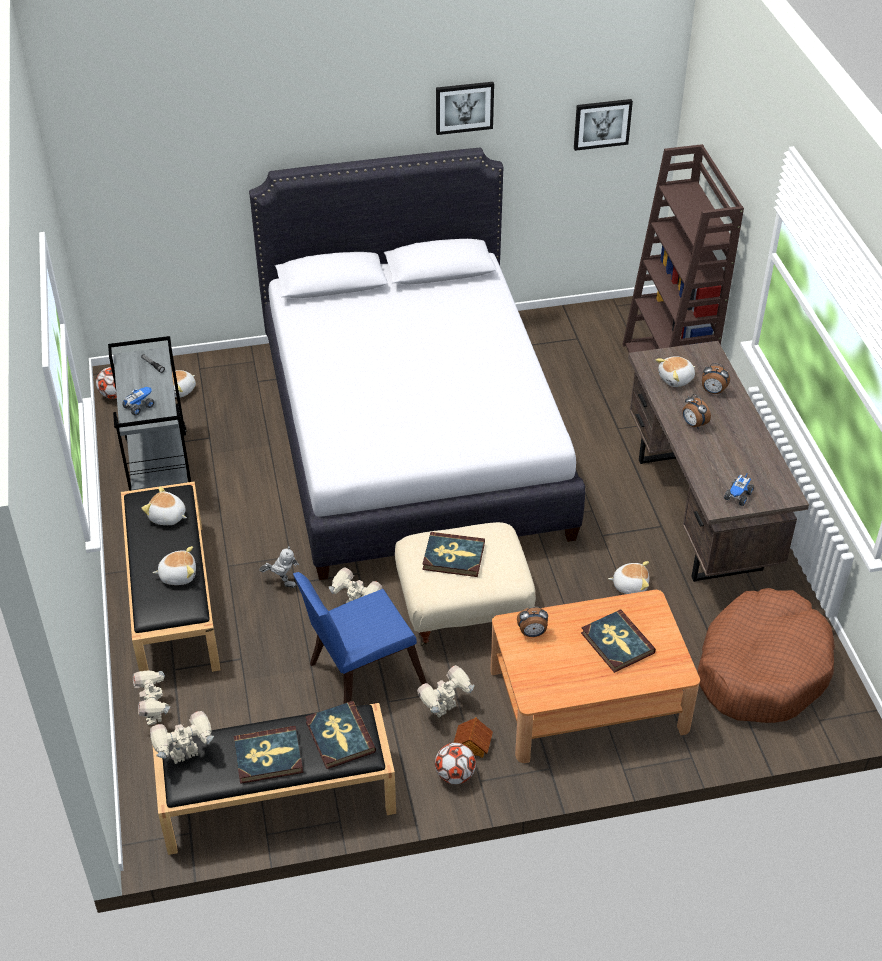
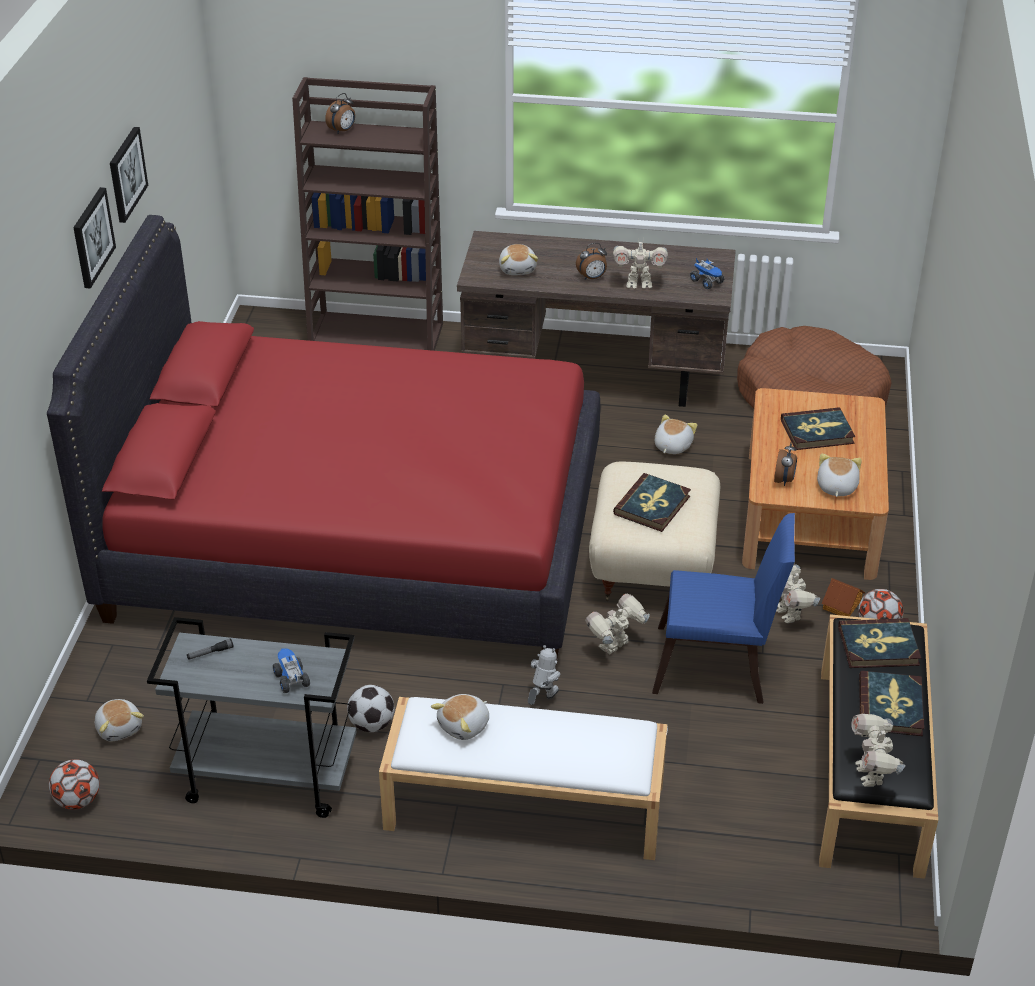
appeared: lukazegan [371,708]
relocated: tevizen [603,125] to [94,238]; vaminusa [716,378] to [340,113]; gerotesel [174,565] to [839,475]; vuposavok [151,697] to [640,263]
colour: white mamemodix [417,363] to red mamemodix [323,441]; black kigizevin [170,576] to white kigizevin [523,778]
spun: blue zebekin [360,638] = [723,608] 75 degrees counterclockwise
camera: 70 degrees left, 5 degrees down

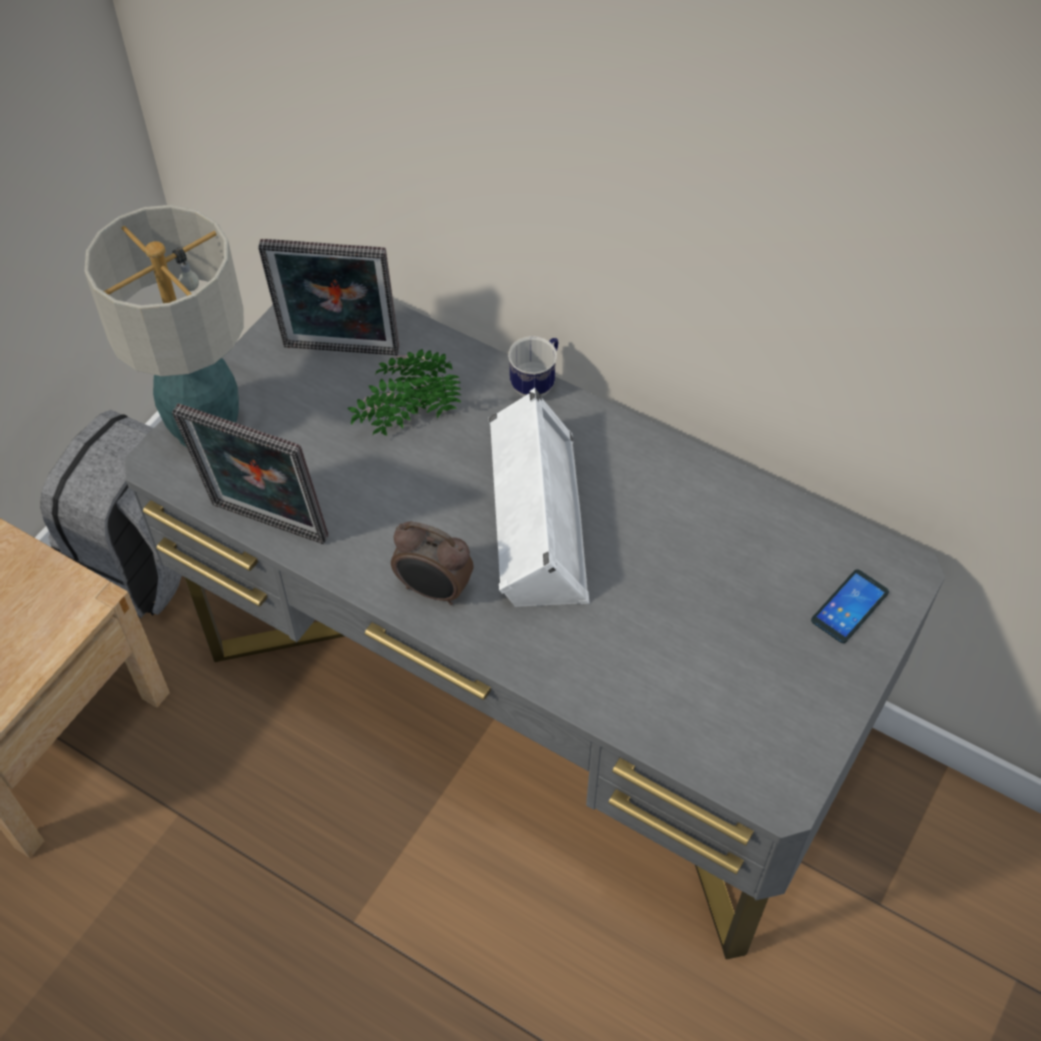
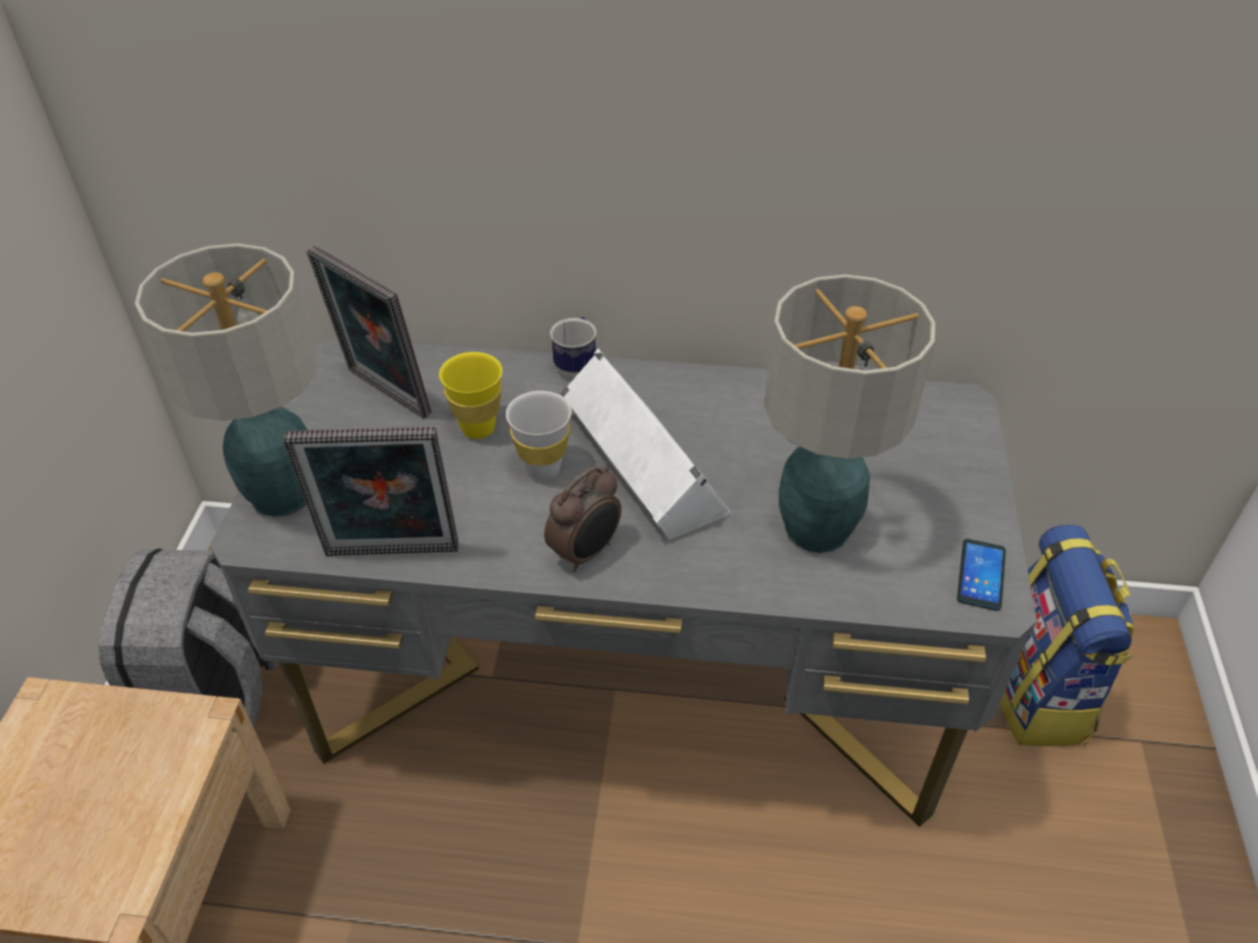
appeared: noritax [850,413]; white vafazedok [538,435]; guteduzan [1067,635]
relocated: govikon [850,606] to [981,575]
exchanged: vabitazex [404,392] to yellow vafazedok [470,395]
spun: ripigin [328,297] = [369,332] 60 degrees clockwise; vaminusa [432,563] = [582,519] 45 degrees counterclockwise
camera: 25 degrees left, 10 degrees down

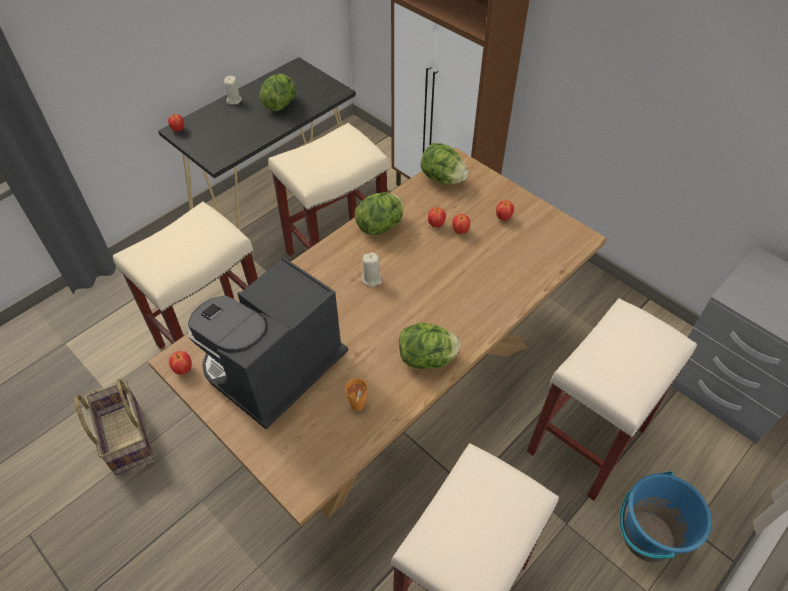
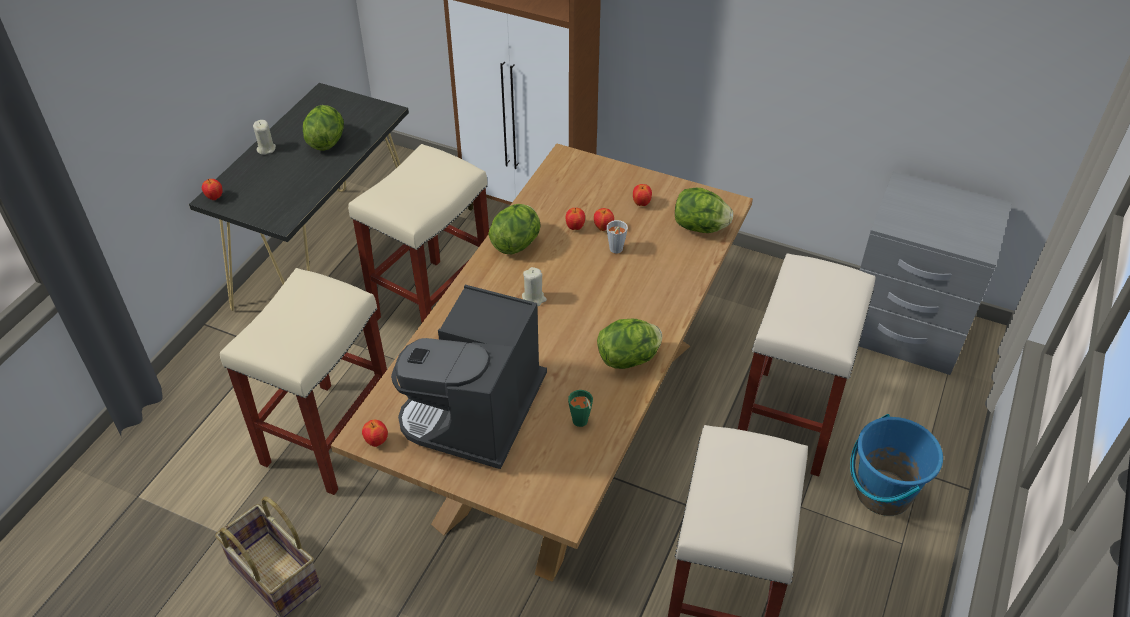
appeared: grey vafazedok [617,237]
relocated: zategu [444,164] to [704,210]
colour: orange vafazedok [356,394] to green vafazedok [580,408]
camera: 20 degrees left, 5 degrees down

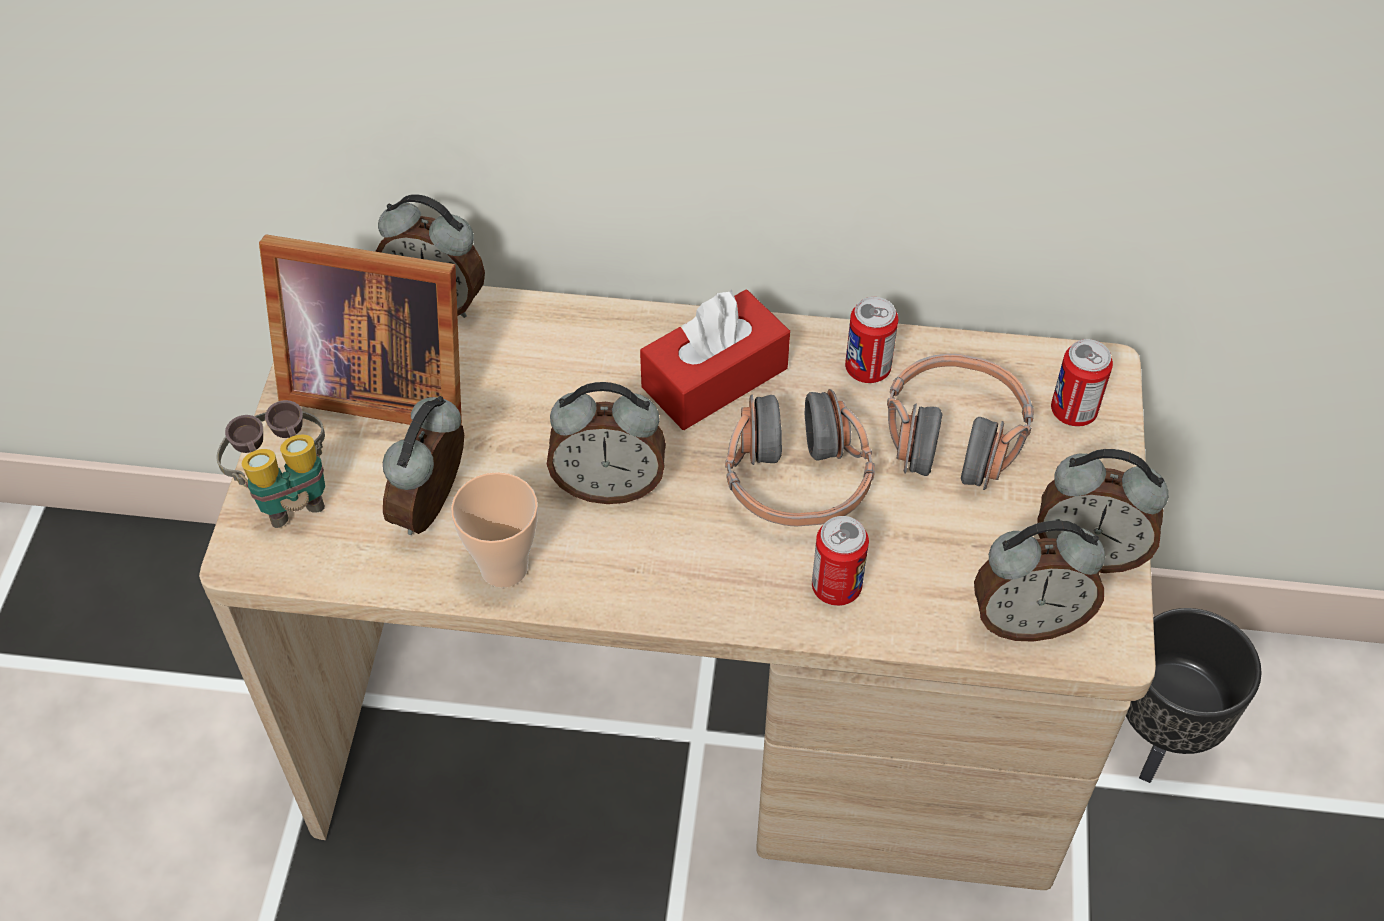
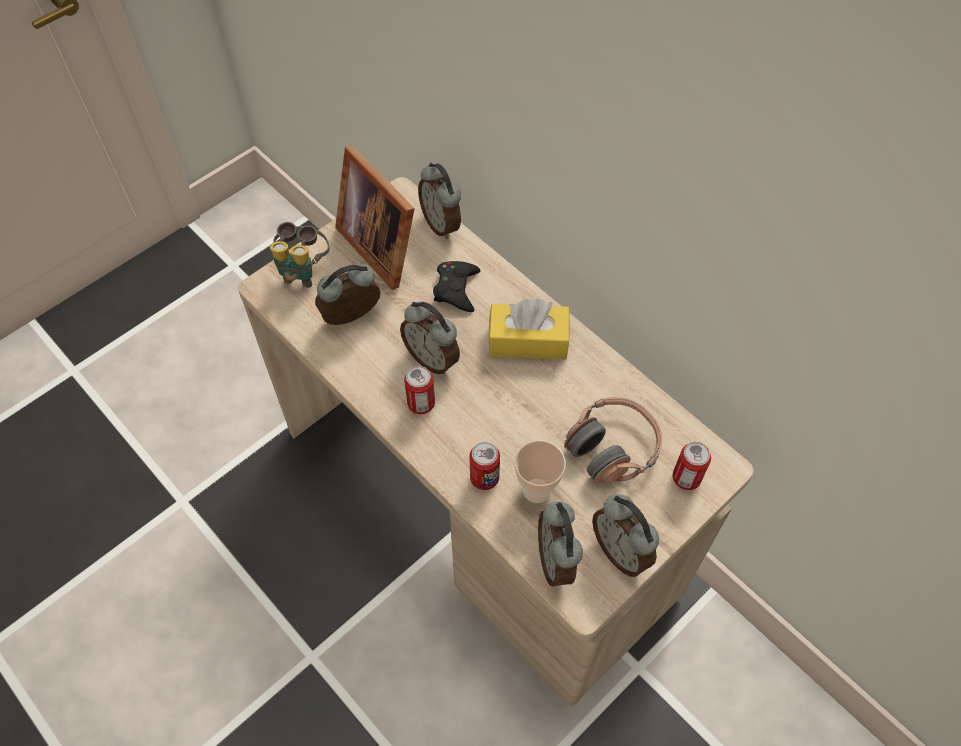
missing: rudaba [800,457]; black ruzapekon [1194,695]
appeared: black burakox [456,286]
relocated: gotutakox [871,340] to [419,390]; vafazedok [494,530] to [540,471]
colour: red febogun [715,359] to yellow febogun [528,329]
spun: vaminusa [1039,581] = [560,544] 45 degrees clockwise
camera: 40 degrees right, 5 degrees up

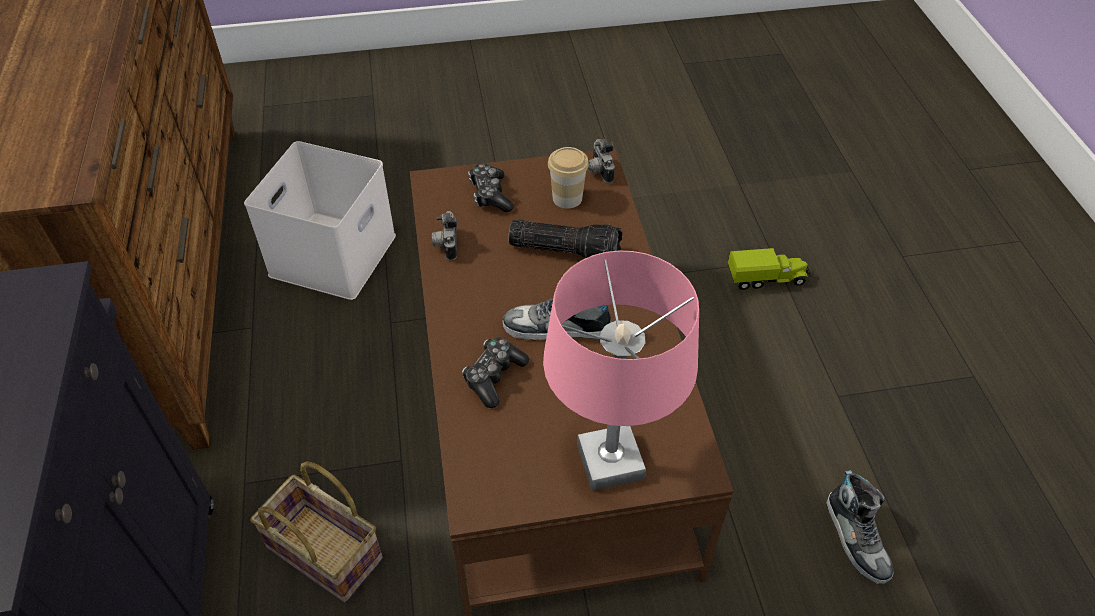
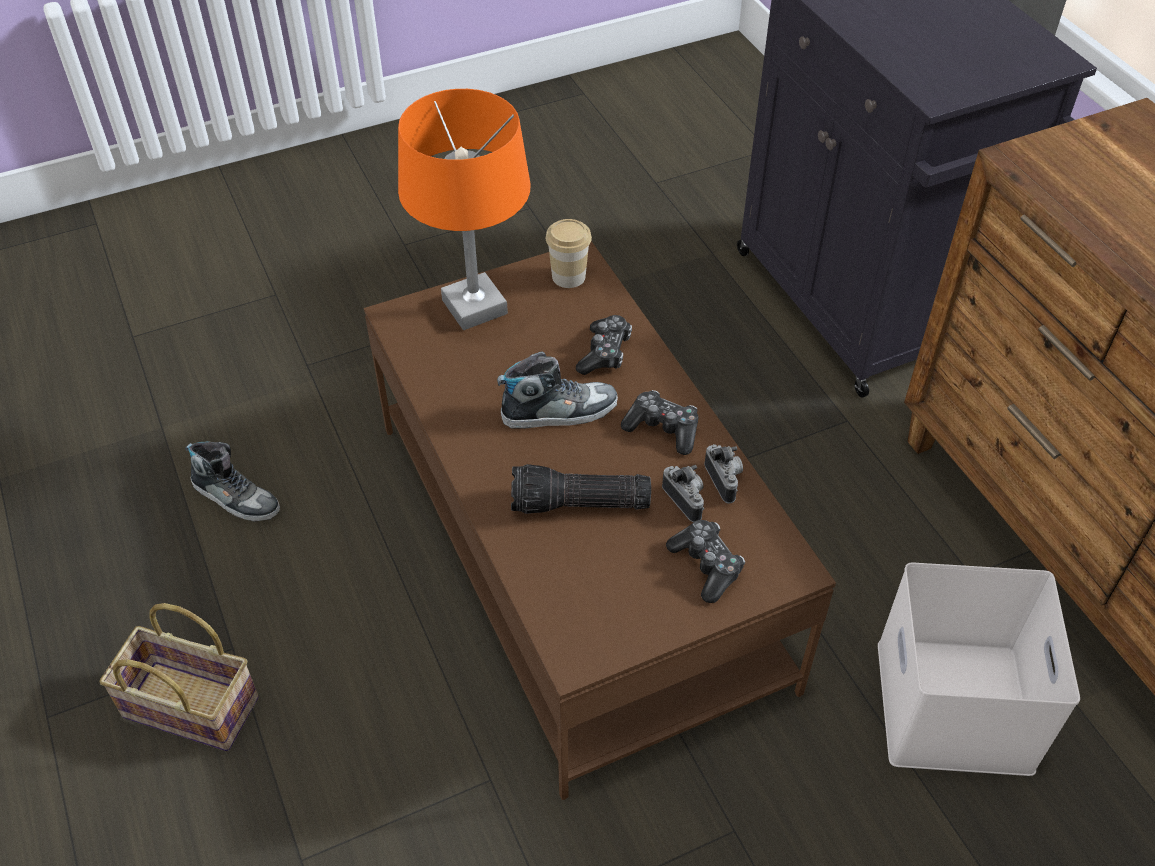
missing: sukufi [770,269]
appeared: burakox [659,422]
relocated: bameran [601,161] to [683,493]; vafazedok [568,178] to [569,253]; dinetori [316,532] to [179,677]
colour: pink noritax [621,370] to orange noritax [464,209]
spun: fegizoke [859,527] = [232,481] 150 degrees clockwise
camera: 165 degrees right, 0 degrees up

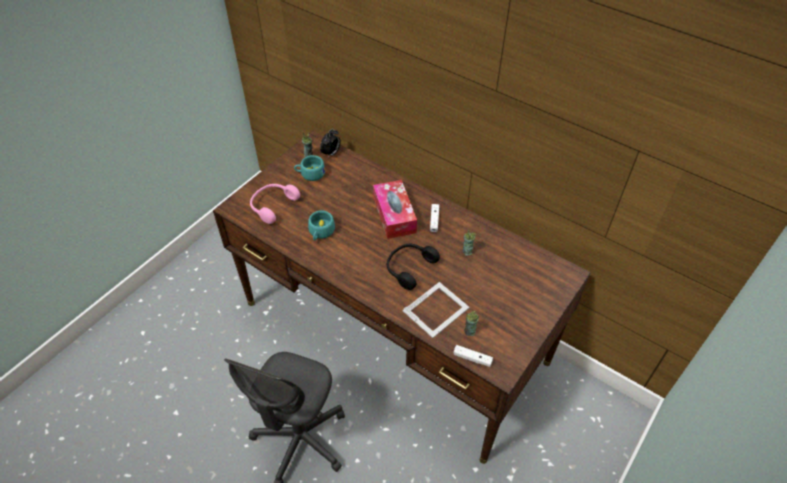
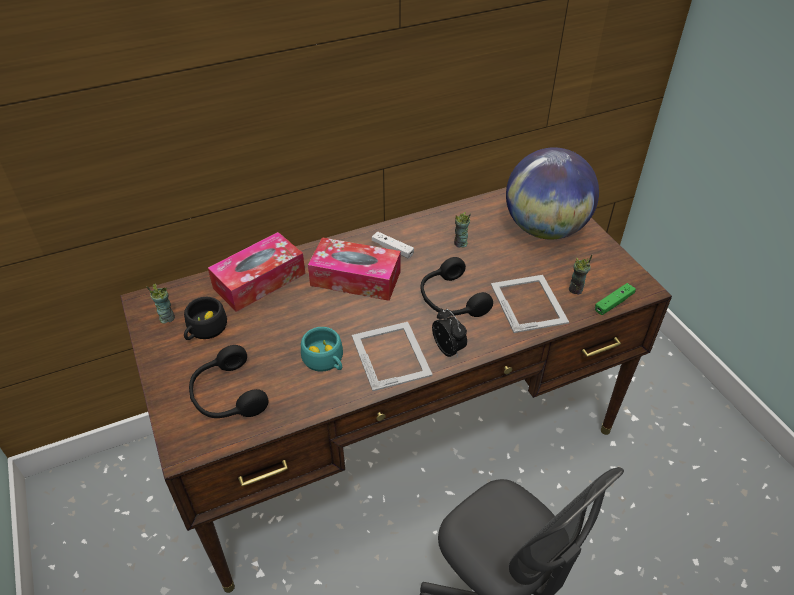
appeared: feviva [552,193]; febogun [256,272]; ripigin [392,356]
relocated: vaminusa [330,143] to [449,333]
colour: turquoise vafazedok [309,168] to black vafazedok [205,318]; pink rudaba [275,204] to black rudaba [229,381]; white burakox [473,356] to green burakox [615,299]
camera: 60 degrees left, 5 degrees down

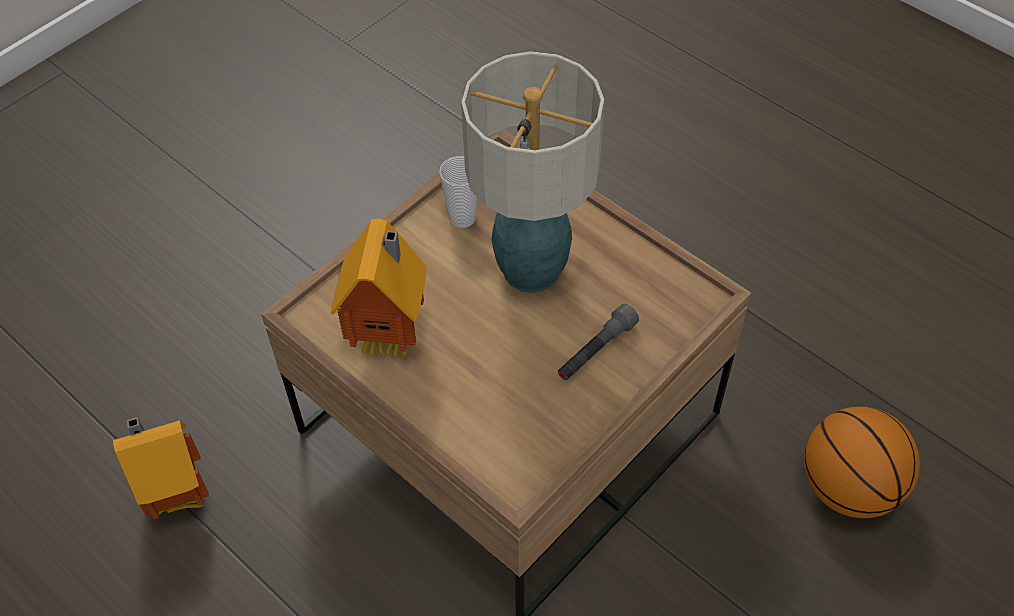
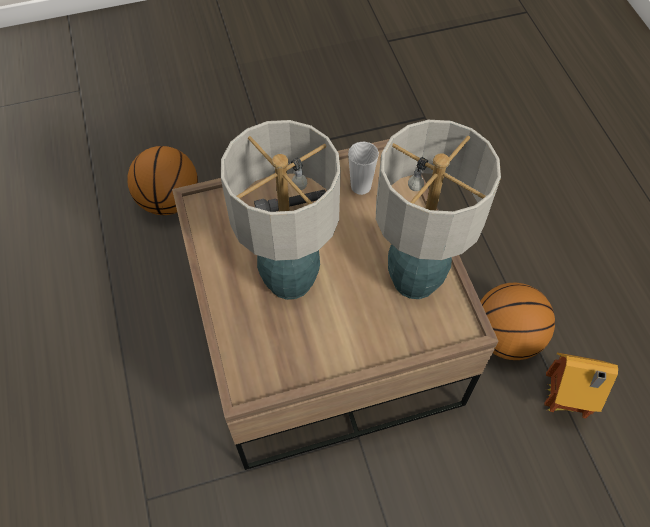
appeared: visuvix [517,321]
relocated: vafazedok [458,192] to [363,168]
exchanged: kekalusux [378,288] to noritax [438,209]
camera: 150 degrees left, 5 degrees up

